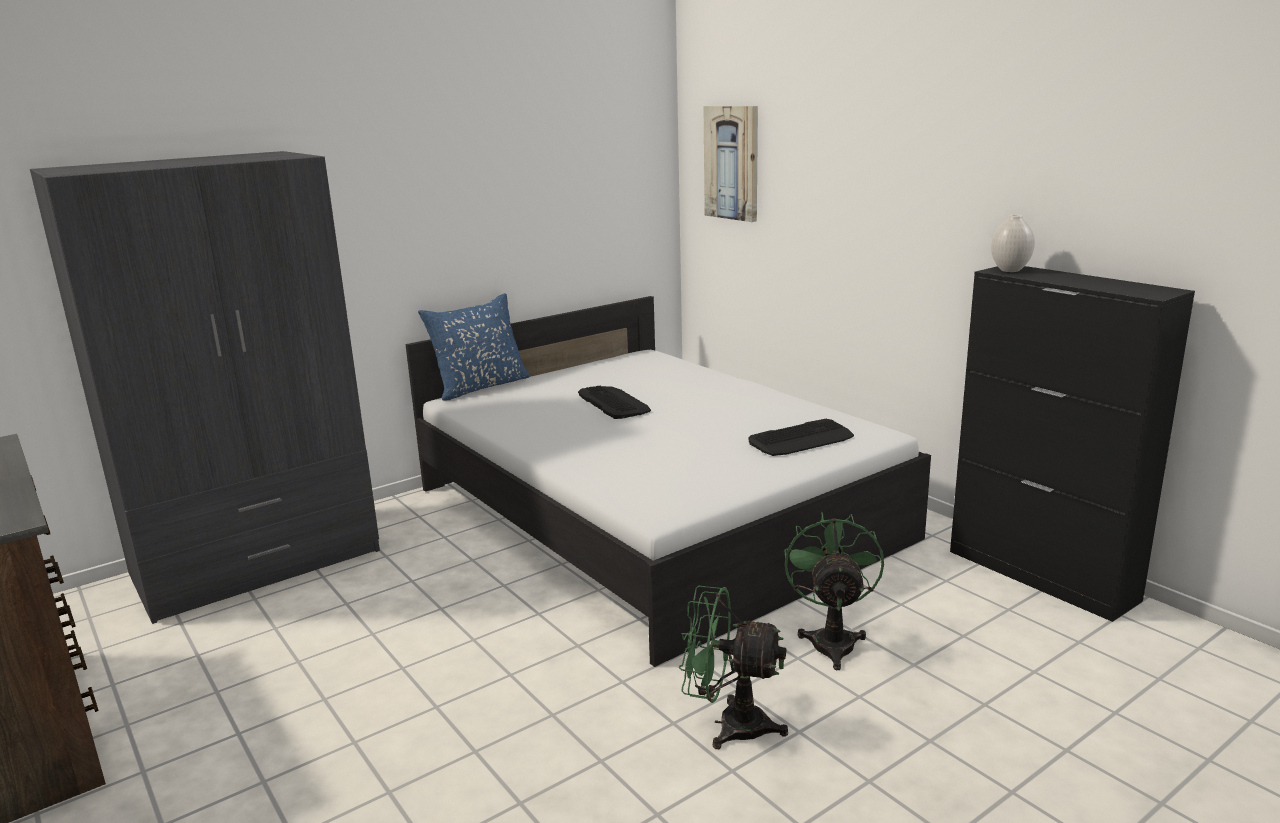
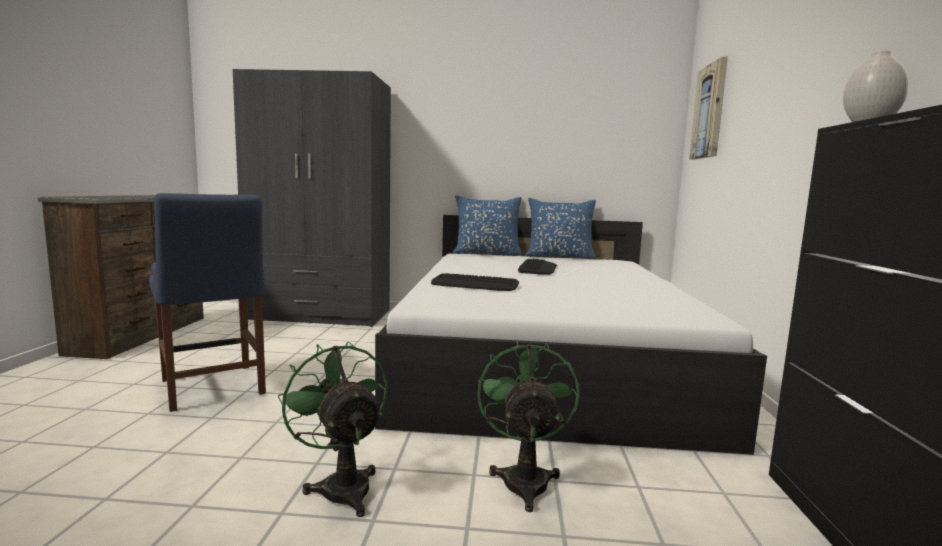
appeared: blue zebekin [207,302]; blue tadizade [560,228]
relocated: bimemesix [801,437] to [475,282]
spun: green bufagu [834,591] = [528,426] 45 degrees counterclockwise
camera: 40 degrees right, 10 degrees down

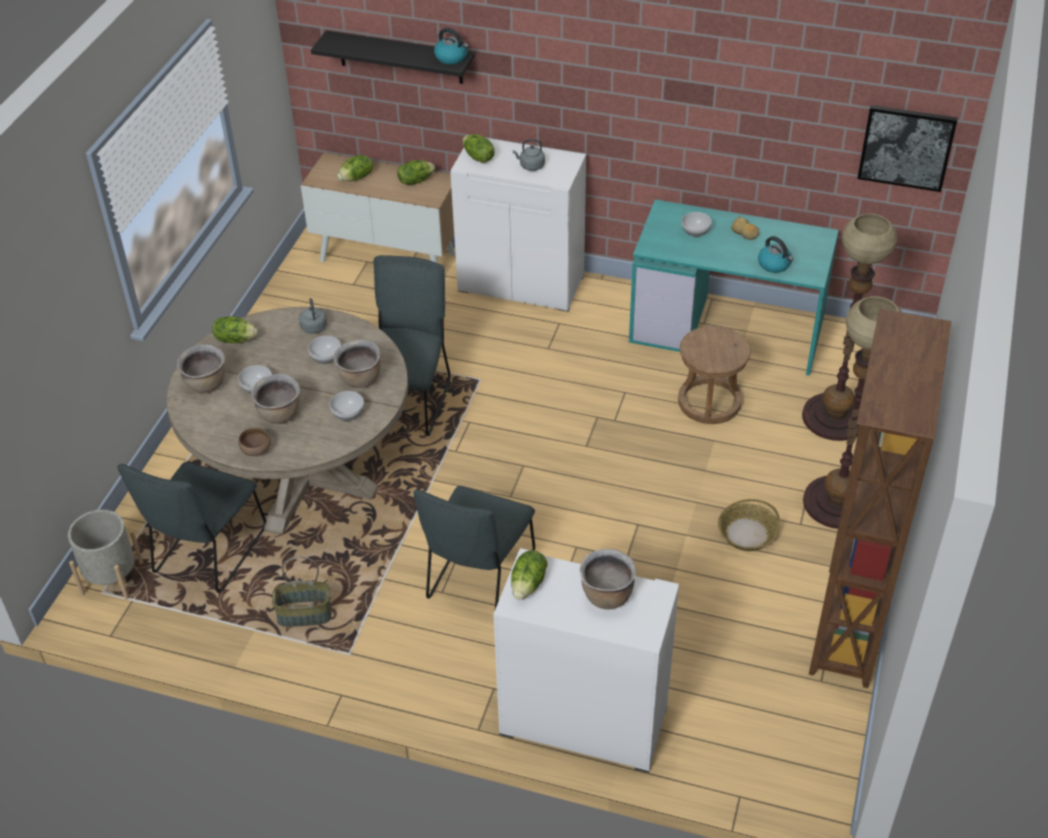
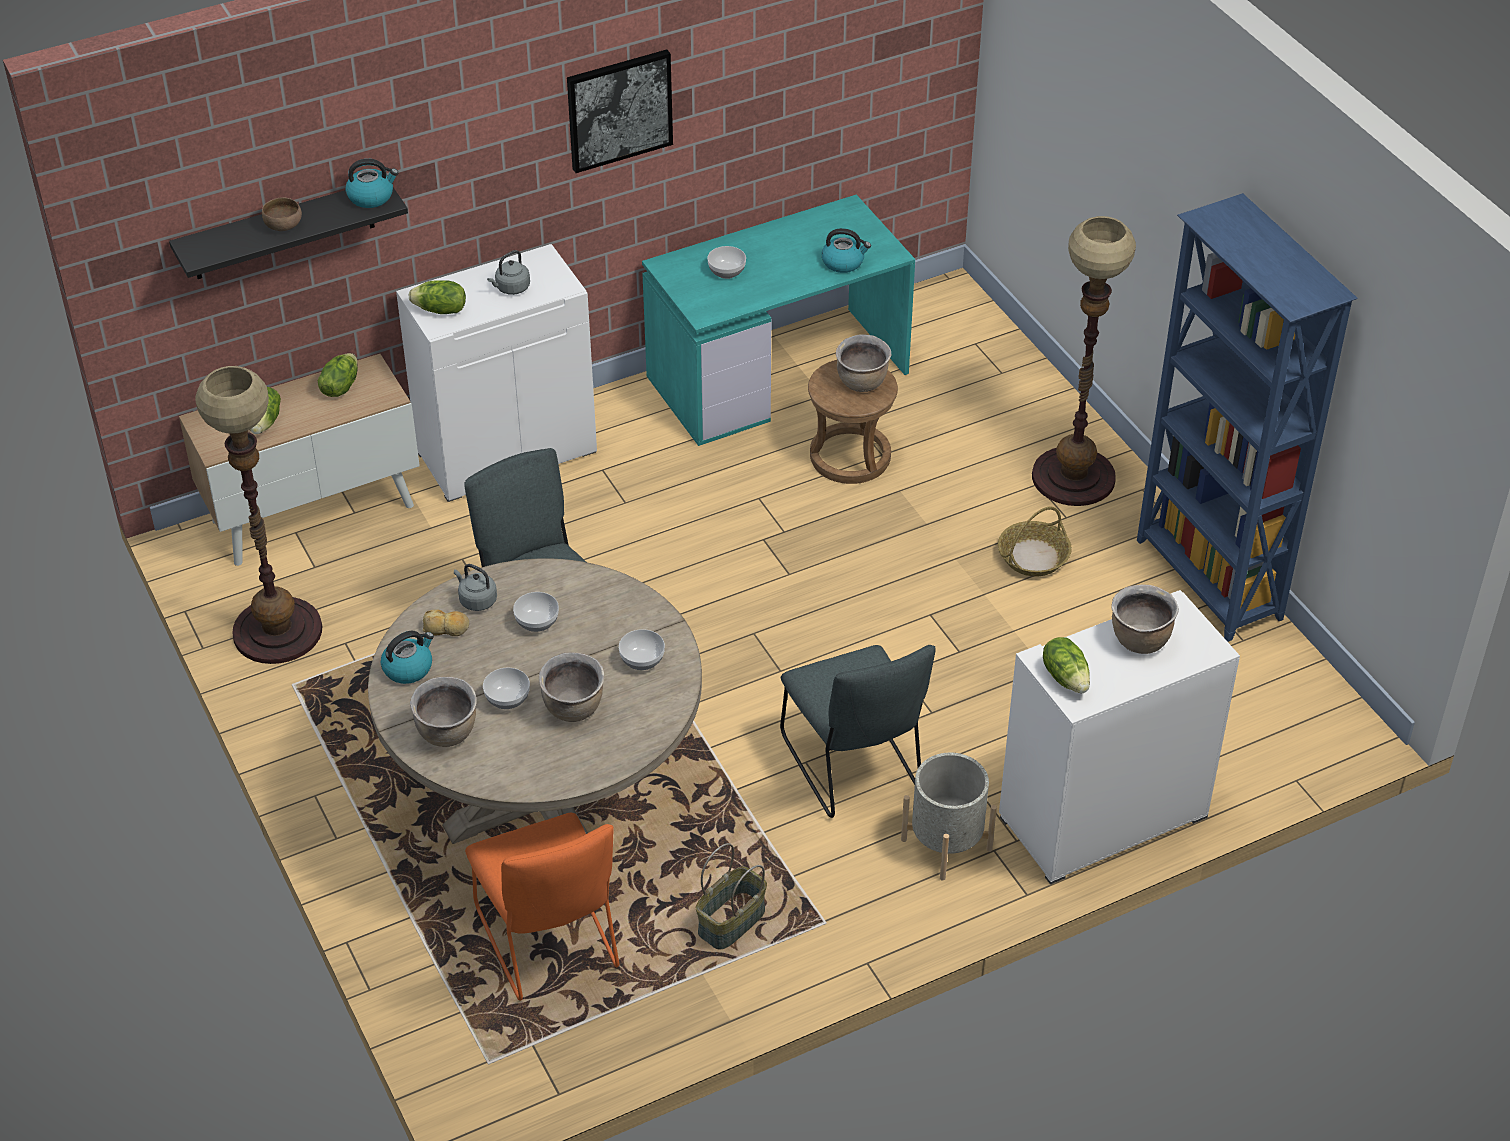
relocated: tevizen [907,148] to [620,111]; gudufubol [849,327] to [258,515]; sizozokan [745,228] to [446,622]; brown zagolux [357,363] to [863,363]; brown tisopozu [254,442] to [282,214]; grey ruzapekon [105,555] to [949,816]
exchanged: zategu [235,329] to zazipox [407,657]
colour: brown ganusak [880,498] to blue ganusak [1247,417]; grey zebekin [191,527] to orange zebekin [542,907]
camera: 45 degrees left, 0 degrees up

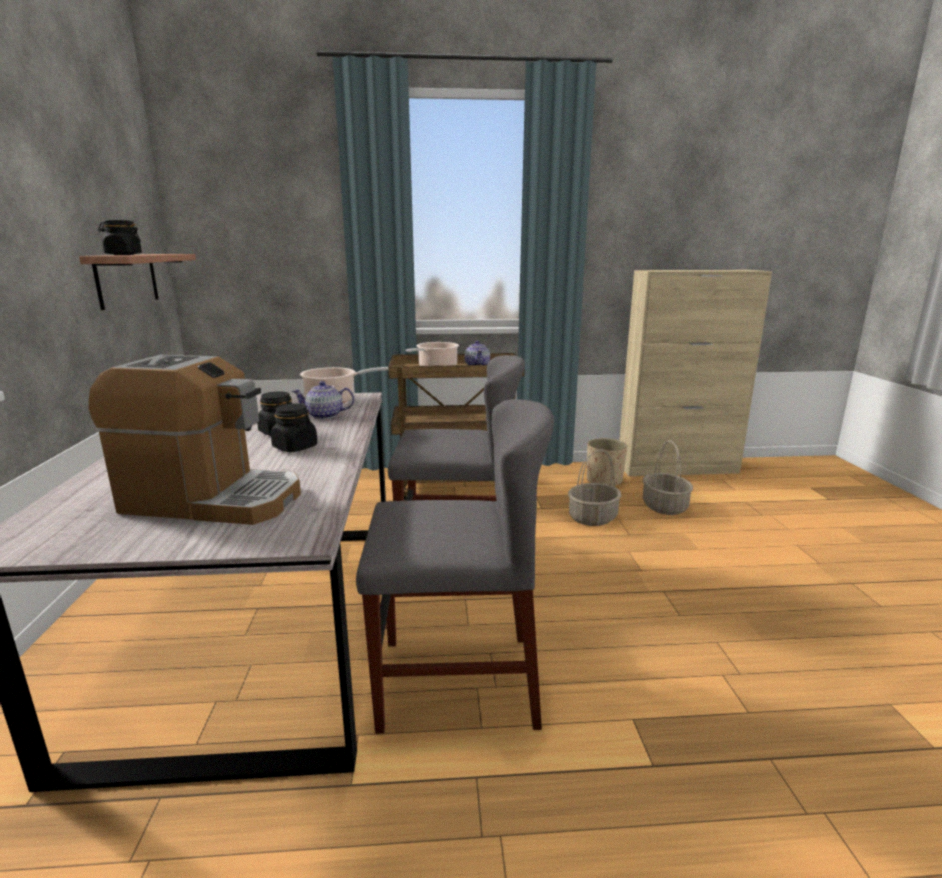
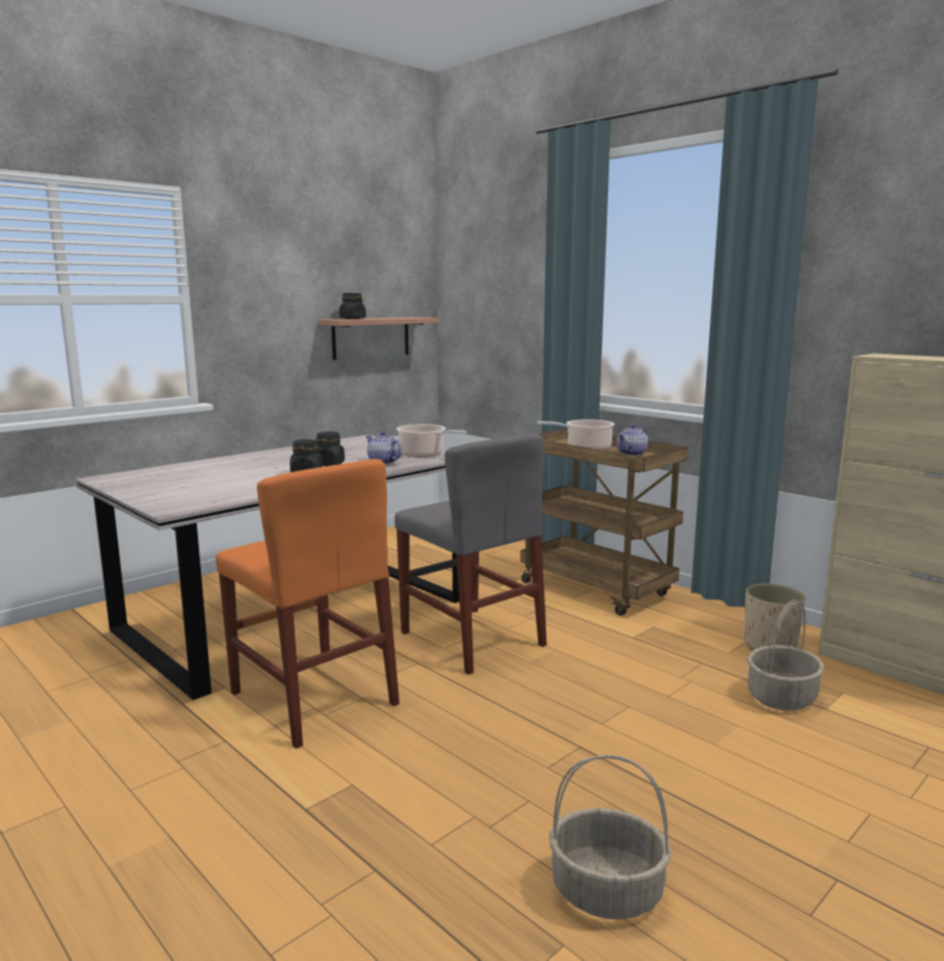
missing: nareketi [195,440]
relocated: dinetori [594,487] to [610,837]
colour: grey zebekin [455,566] to orange zebekin [307,604]
camera: 50 degrees right, 5 degrees down

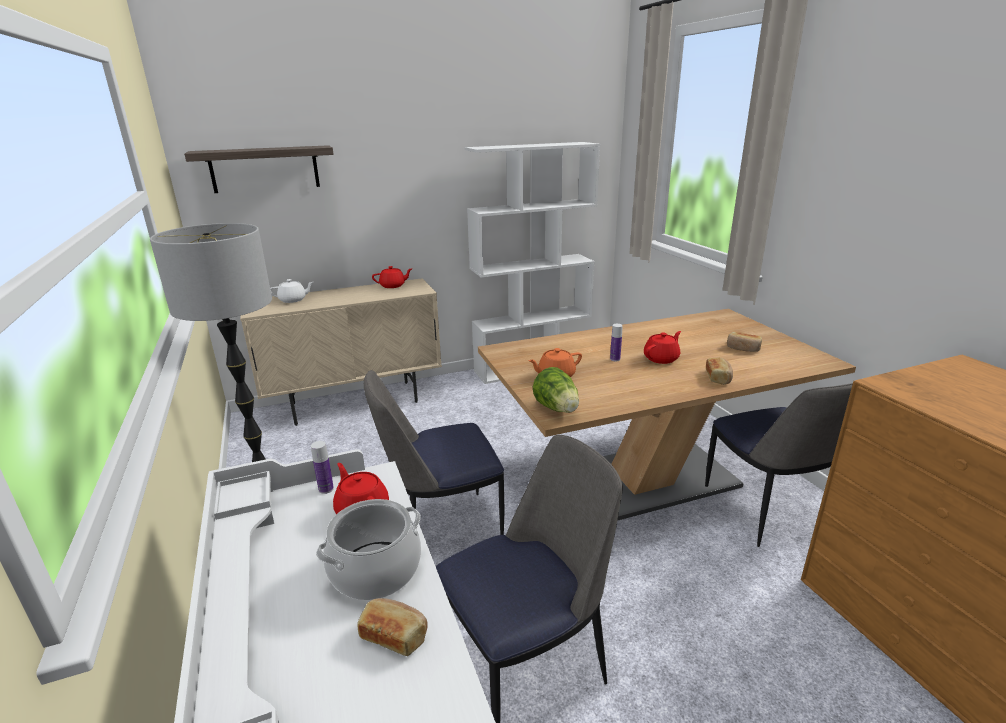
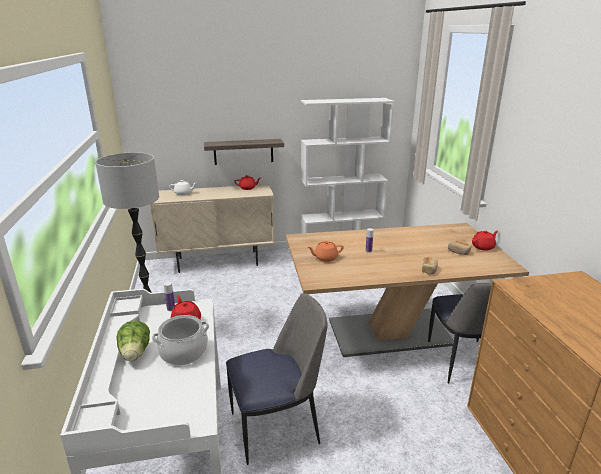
missing: zebekin [434,452]; sizozokan [392,627]
relocated: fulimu [259,169] to [244,152]; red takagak [662,347] to [485,240]; zategu [556,390] to [133,341]
camera: 10 degrees right, 0 degrees up

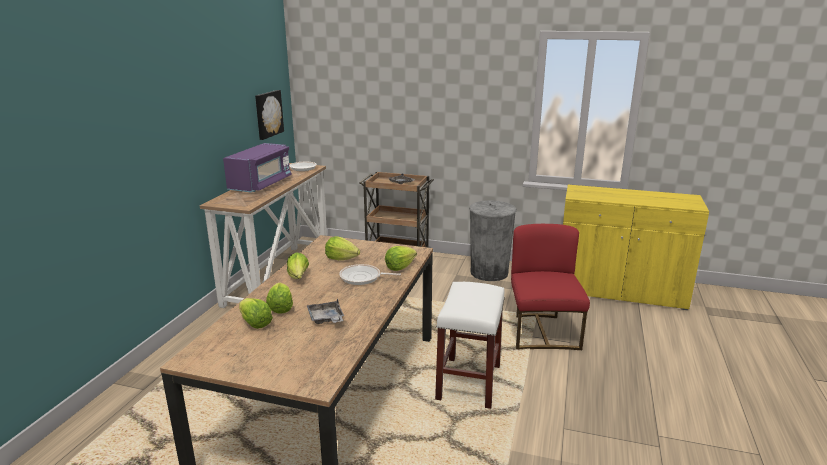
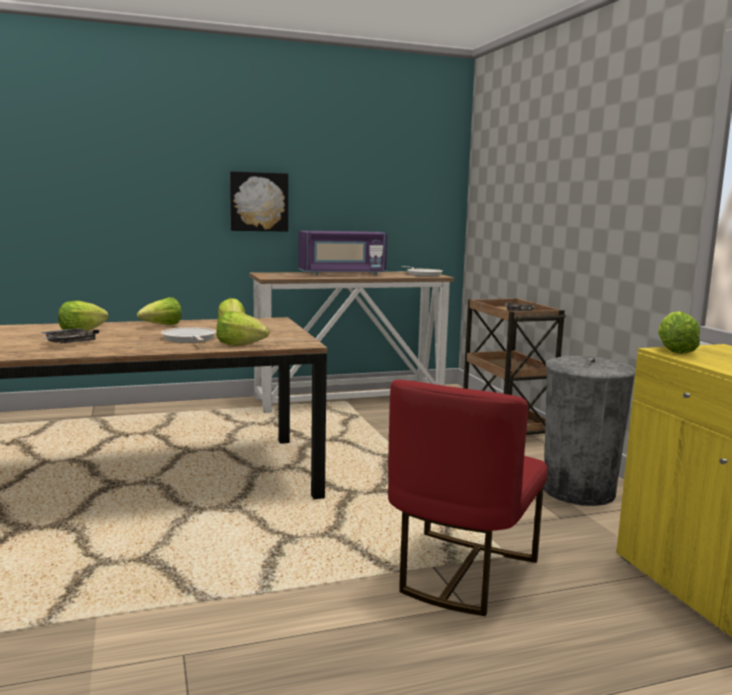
missing: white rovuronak [470,345]
relocated: tevizen [269,115] to [259,201]; zategu [256,313] to [679,332]
spun: red zebekin [550,287] = [468,498] 150 degrees clockwise
camera: 55 degrees right, 10 degrees down

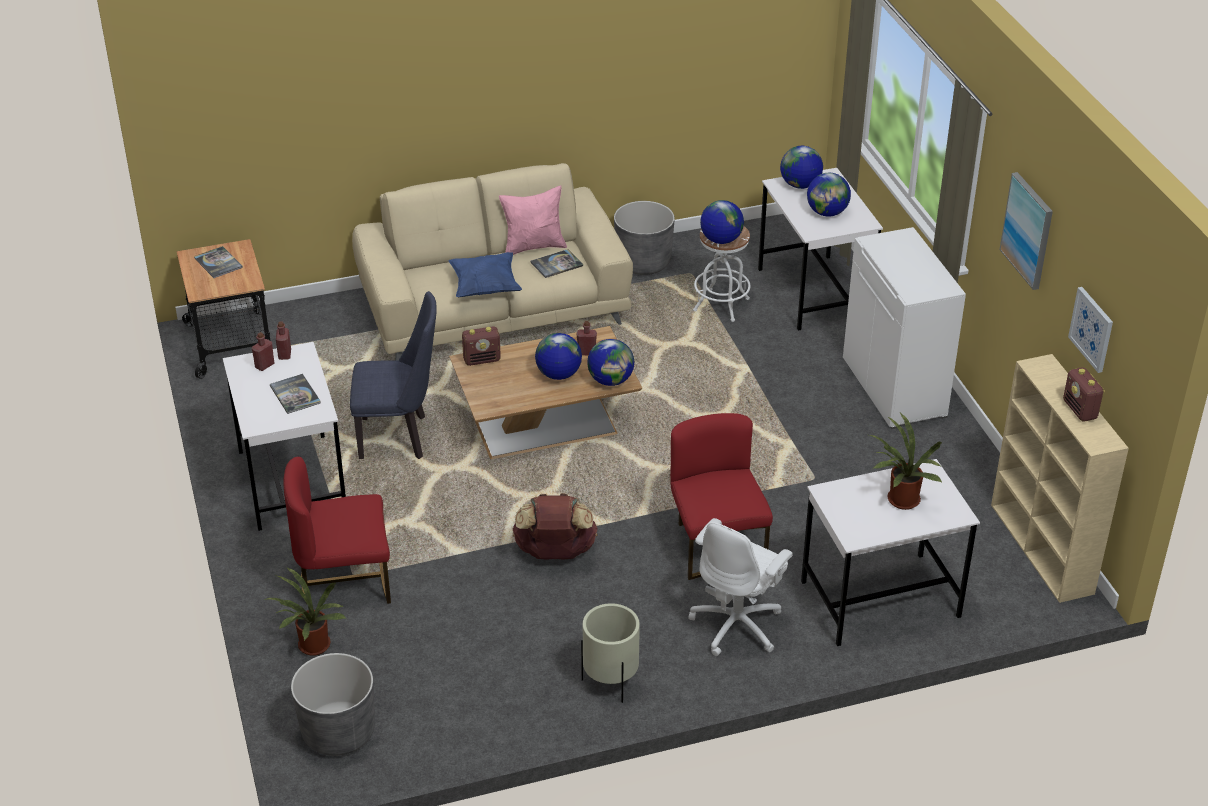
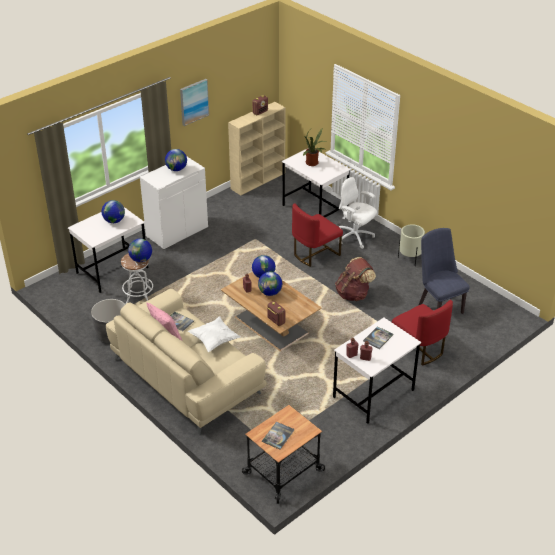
missing: tevizen [1090,330]; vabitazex [305,611]; grey ruzapekon [333,704]
relocated: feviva [801,167] to [176,160]; blue zebekin [393,375] to [444,271]
colour: blue tadizade [485,274] to white tadizade [214,334]
spun: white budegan [740,587] = [358,213] 150 degrees counterclockwise
camera: 115 degrees left, 0 degrees up

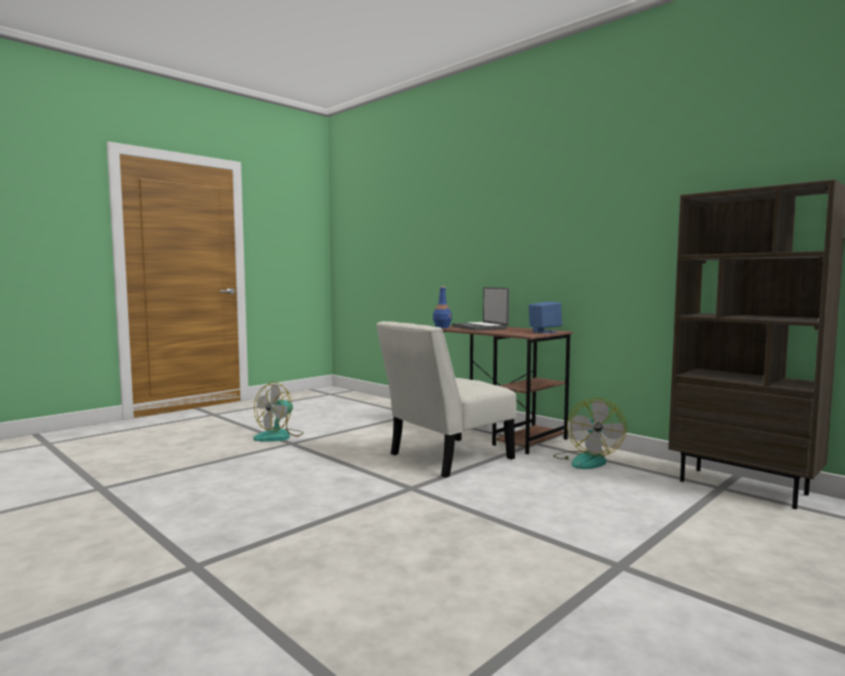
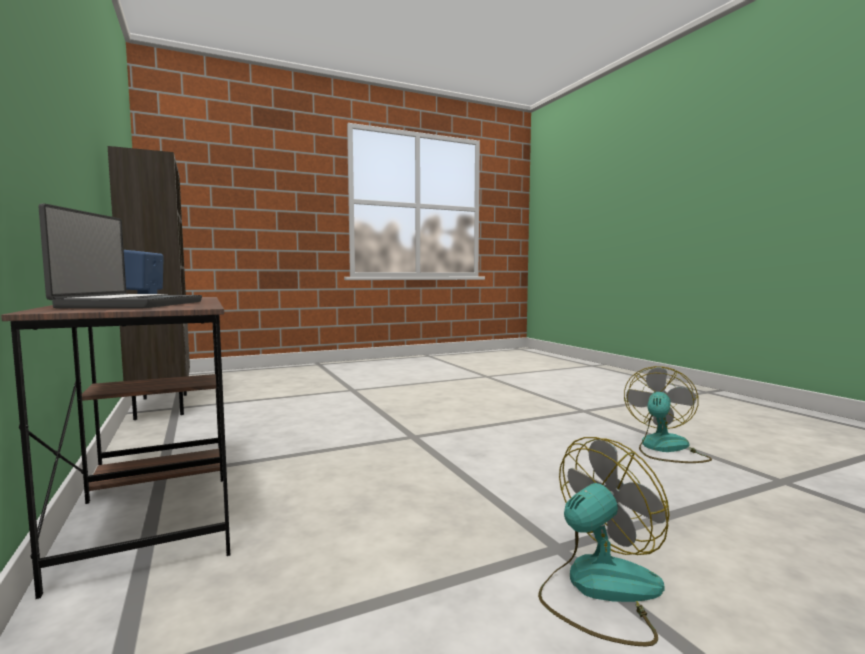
missing: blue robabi [442,307]; white zebekin [446,399]
relocated: bufagu [589,433] to [668,414]
camera: 160 degrees left, 0 degrees up

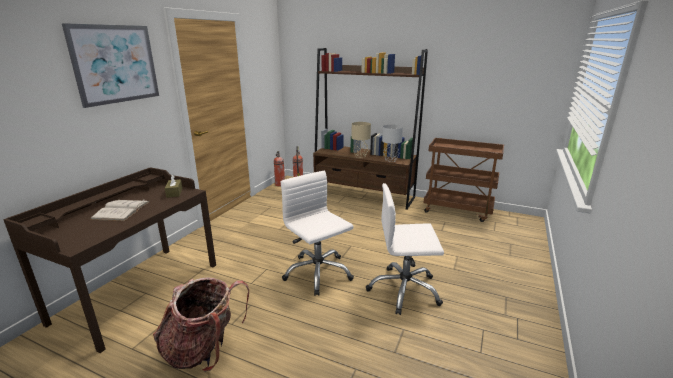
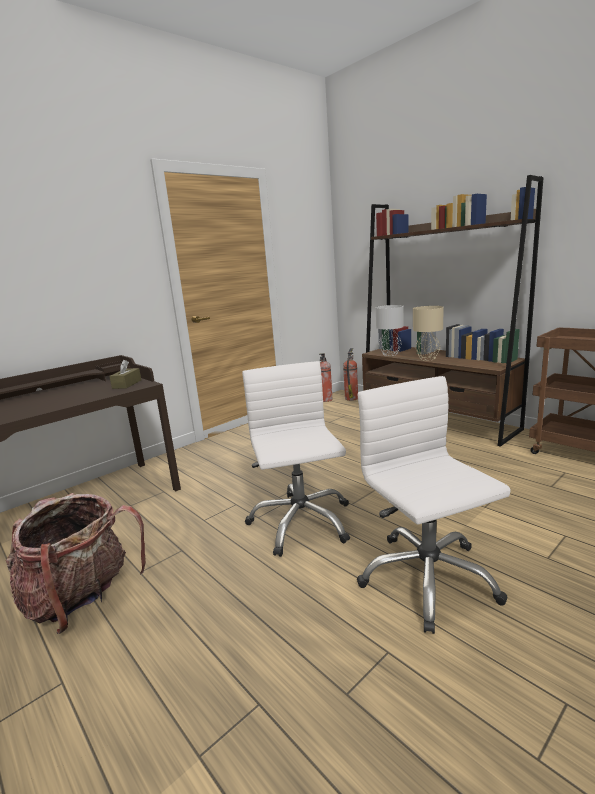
missing: tevizen [110,65]; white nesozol [120,210]
relocated: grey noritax [392,143] to [390,330]
spun: white budegan [405,249] = [434,505] 45 degrees clockwise
camera: 25 degrees right, 5 degrees down

